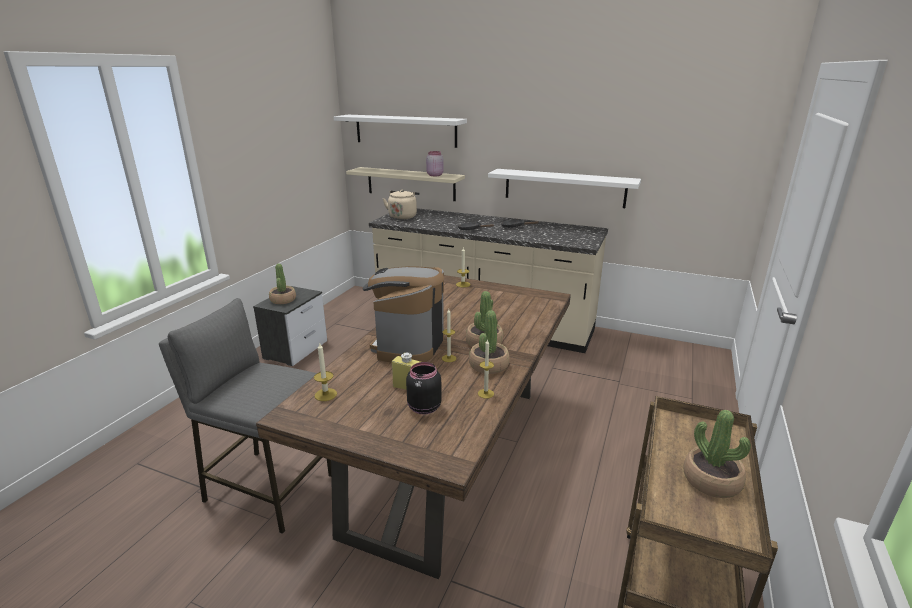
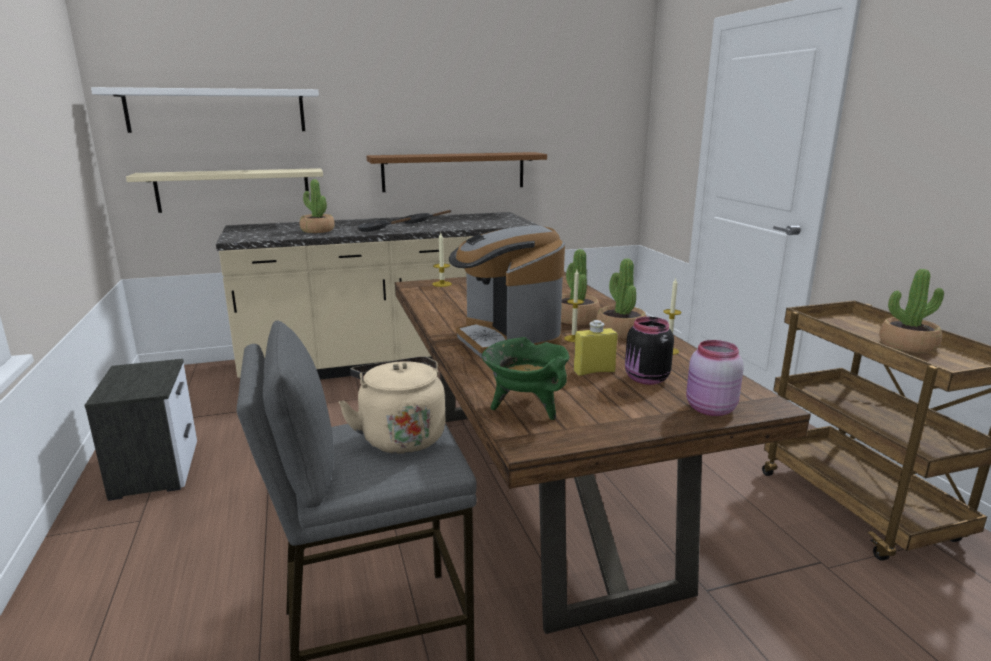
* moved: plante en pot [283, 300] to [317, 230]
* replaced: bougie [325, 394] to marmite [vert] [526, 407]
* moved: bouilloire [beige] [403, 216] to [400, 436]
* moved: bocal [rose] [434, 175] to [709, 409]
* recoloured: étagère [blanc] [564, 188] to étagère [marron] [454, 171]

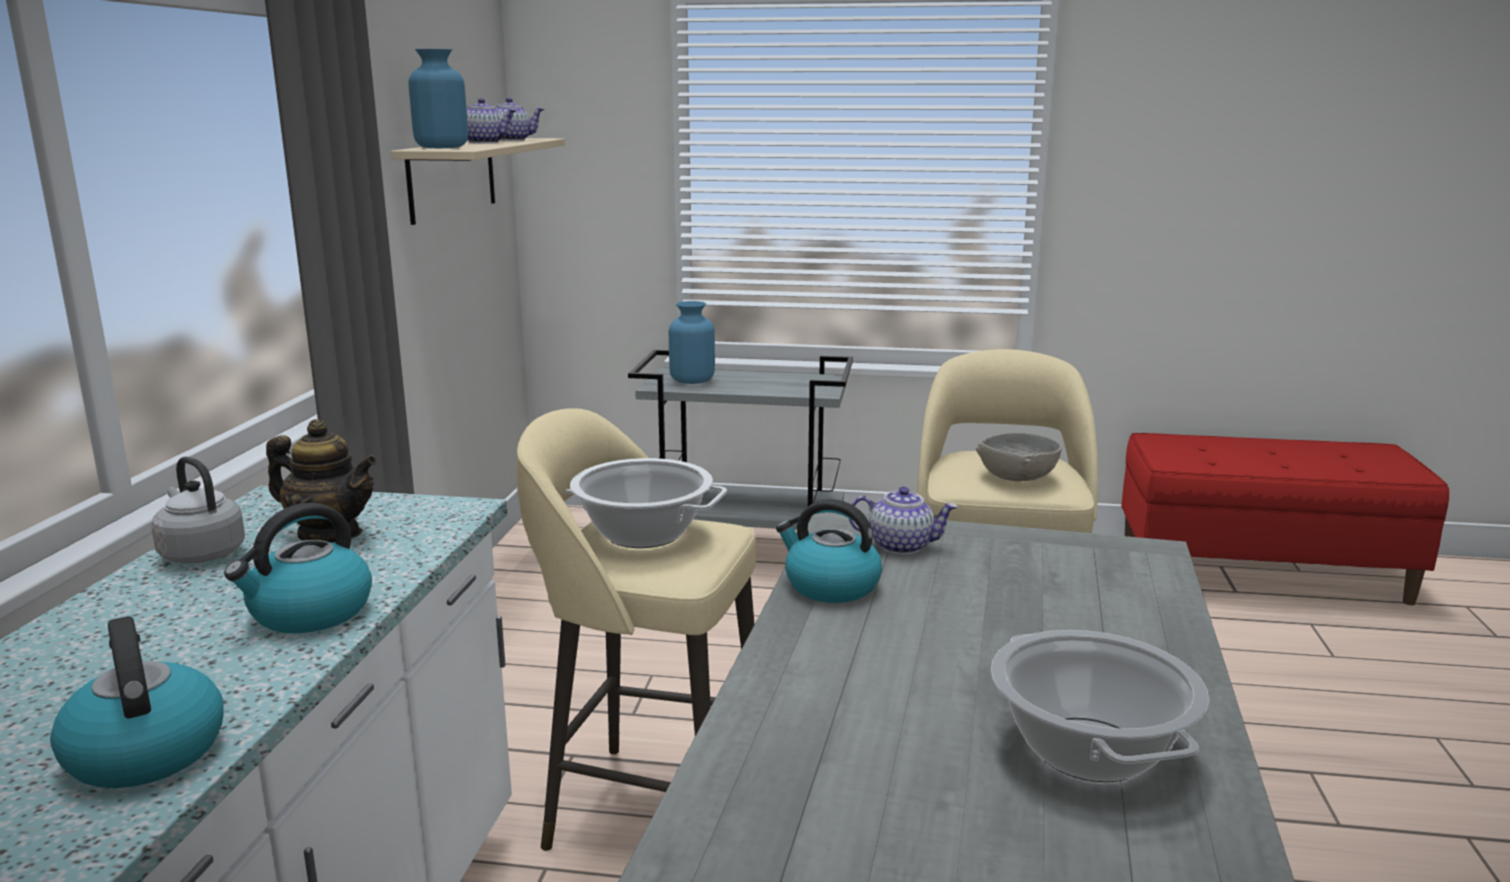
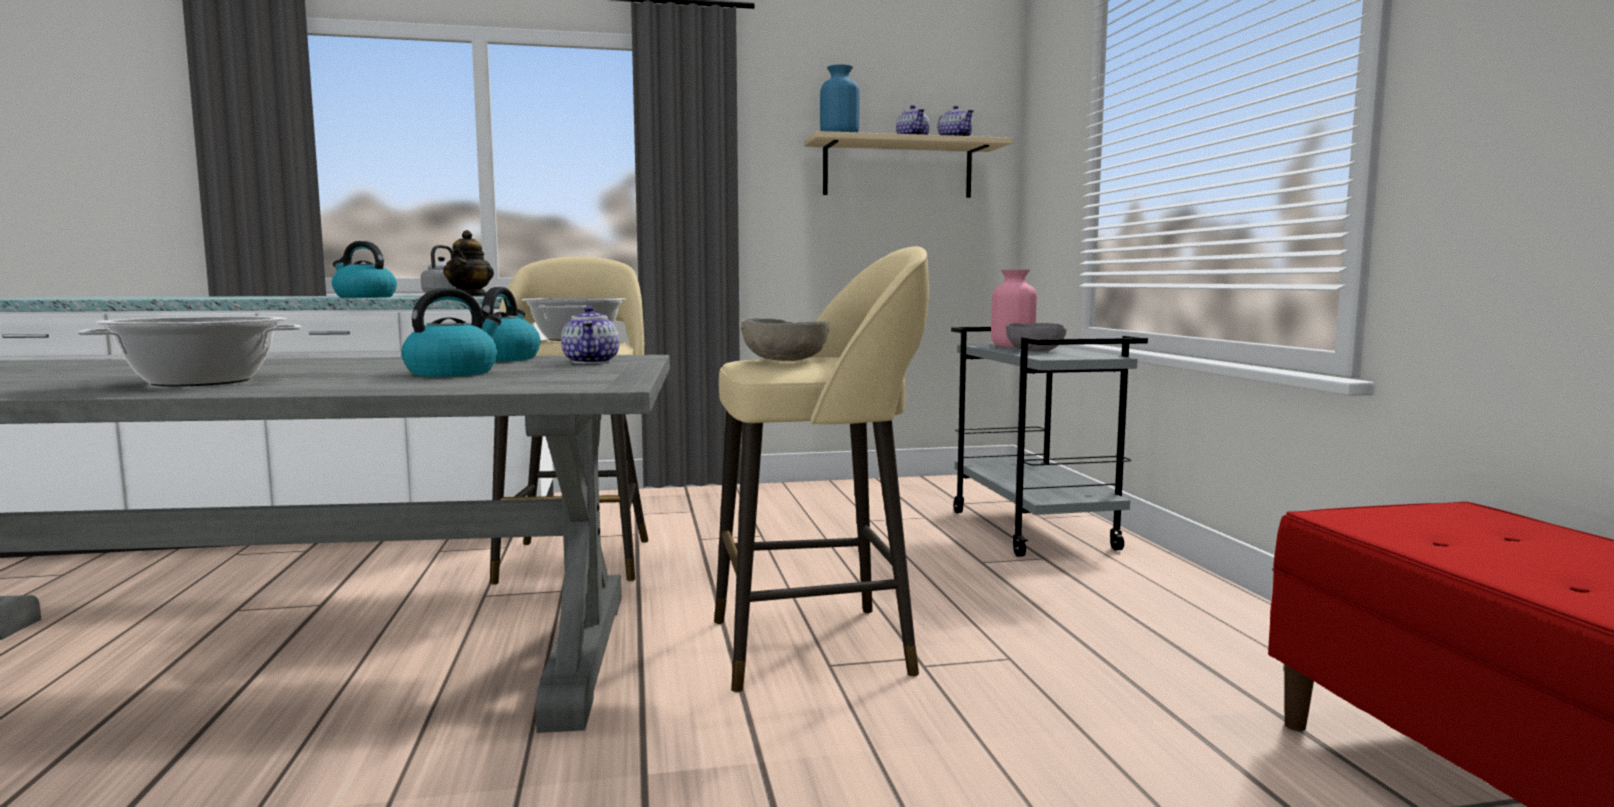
* moved: bouilloire [144, 751] to [453, 373]
* recoloured: vase [bleu] [692, 380] to vase [rose] [1012, 346]
* added: bol [gris] [1035, 351]

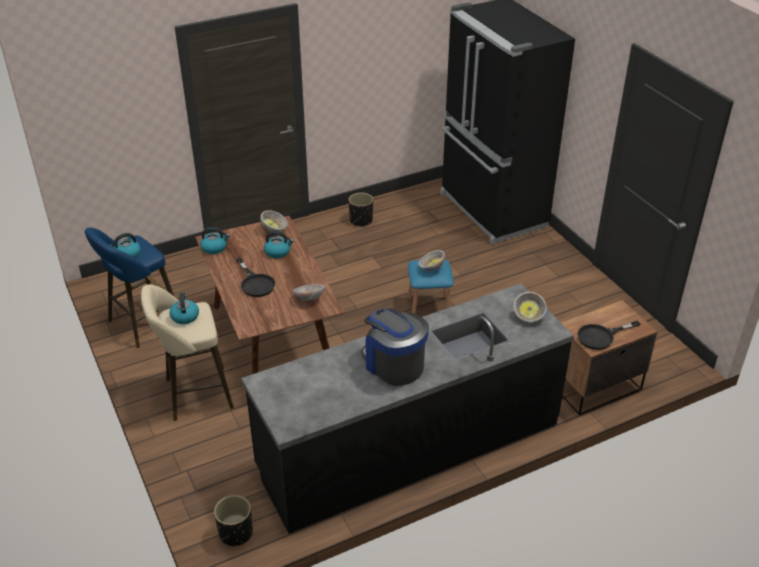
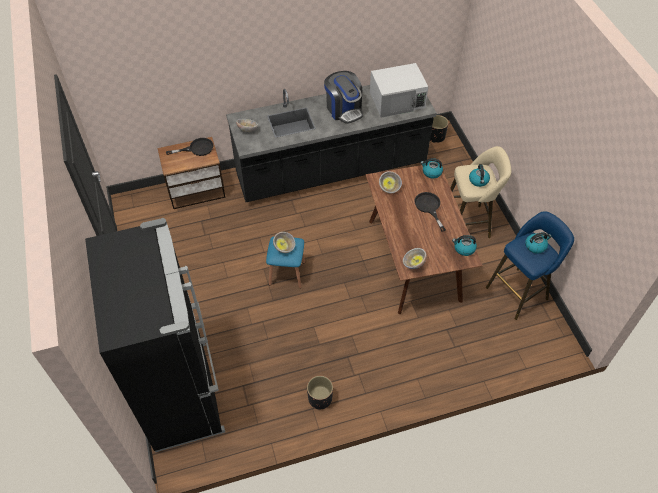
* moved: bouilloire [278, 252] to [431, 172]
* added: micro-ondes [blanc] [397, 100]

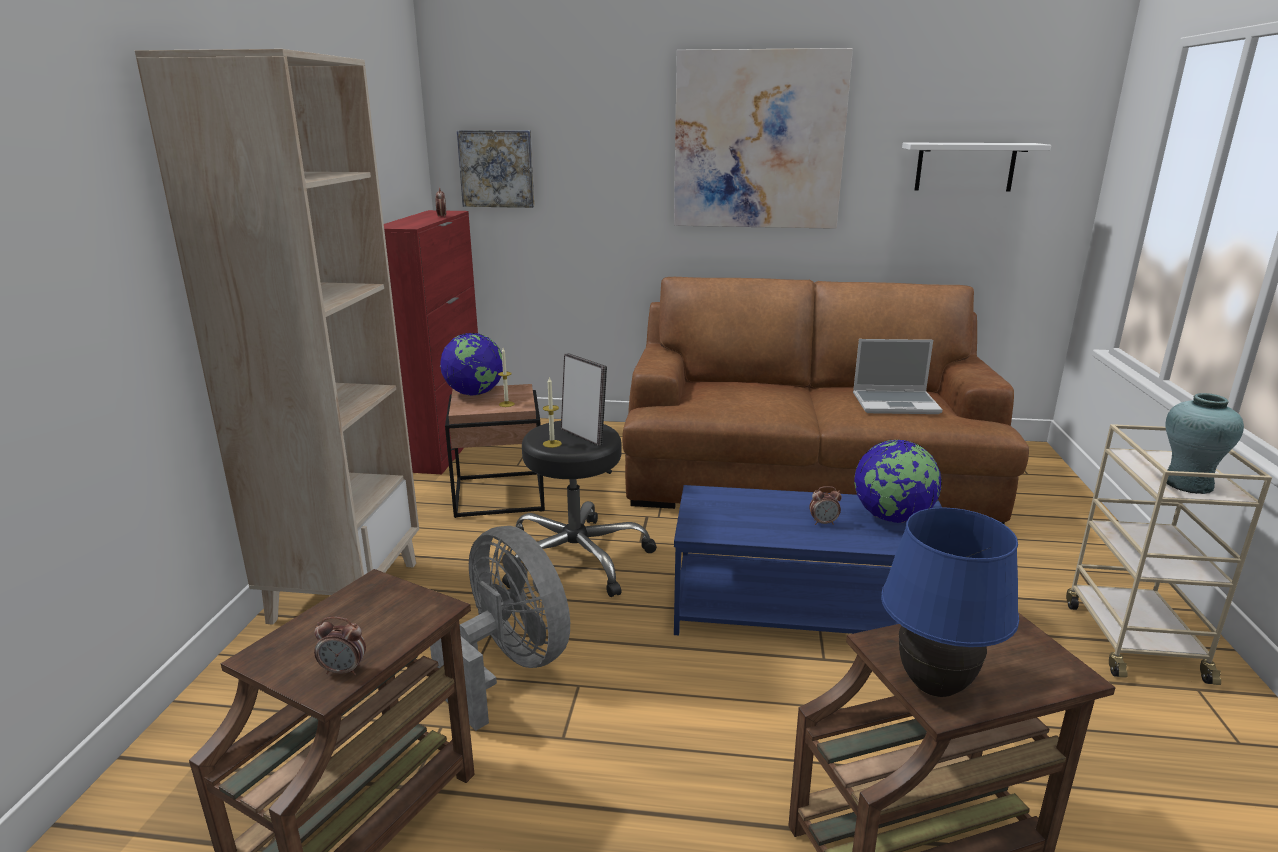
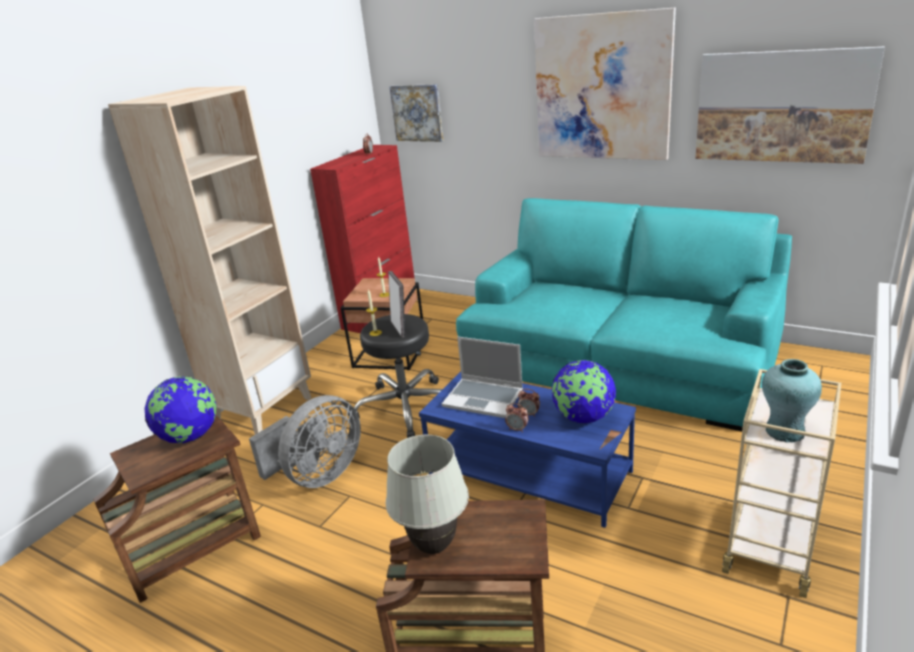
* moved: réveil [344, 670] to [517, 429]
* turned: ventilateur [gris] [508, 667] = [319, 476] 60 degrees clockwise
* moved: globe [475, 393] to [190, 436]
* recoloured: canapé [marron] [804, 471] to canapé [turquoise] [619, 360]
* moved: ordinateur portable [896, 403] to [484, 398]
* recoloured: lampe de table [bleu] [933, 686] to lampe de table [blanc] [434, 545]
* replaced: étagère [blanc] [965, 167] to tableau [782, 106]

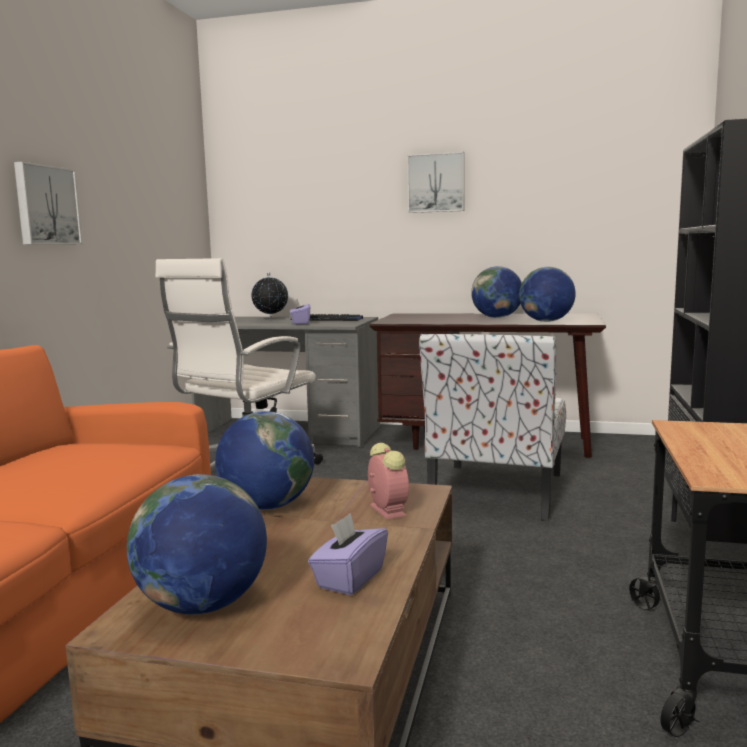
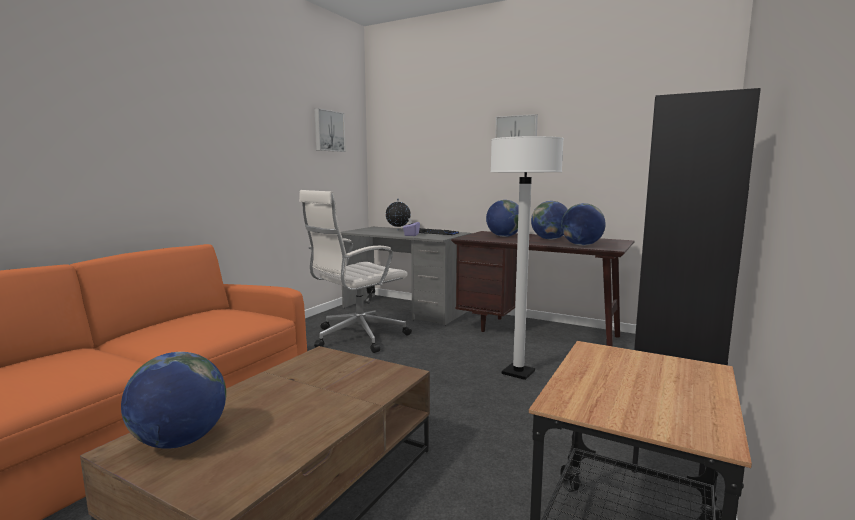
* moved: tableau [46, 205] to [328, 131]
* moved: globe [267, 506] to [504, 236]
* removed: boîte à mouchoirs [violet] [349, 578]
* removed: réveil [386, 510]
* replaced: chaise [496, 492] to lampadaire [blanc] [518, 373]

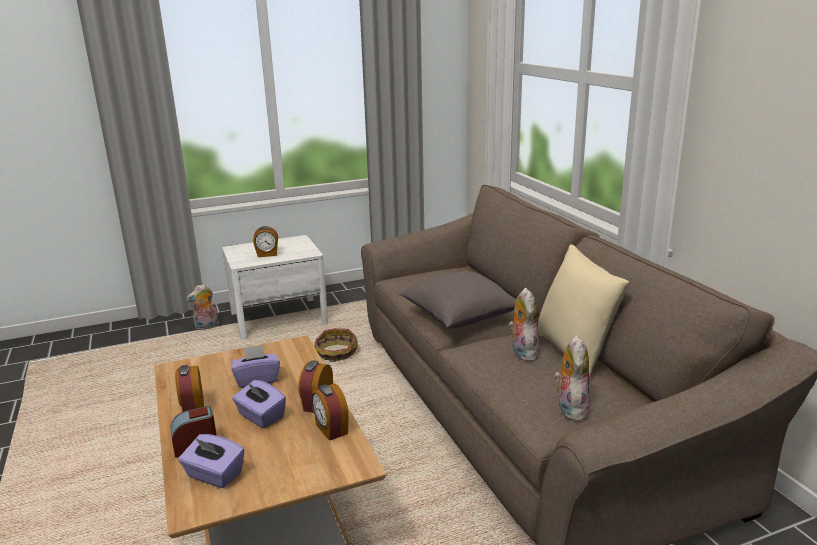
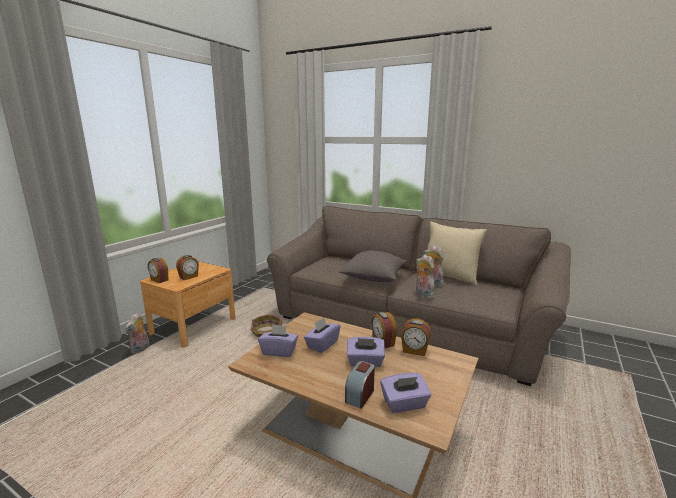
* moved: réveil [193, 408] to [159, 280]
* recoloured: table de chevet [blanc] [278, 318] to table de chevet [marron] [193, 326]
* moved: peluche [570, 408] to [423, 294]
* added: boîte à mouchoirs [violet] [279, 351]

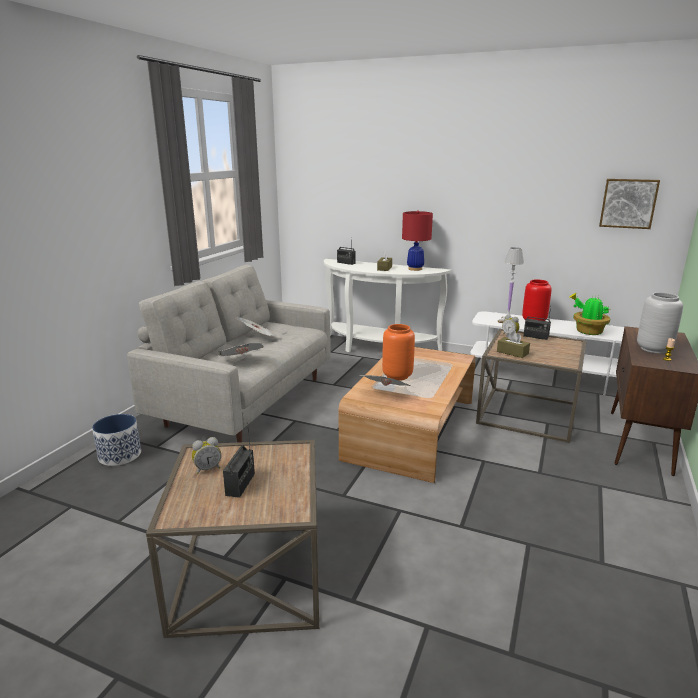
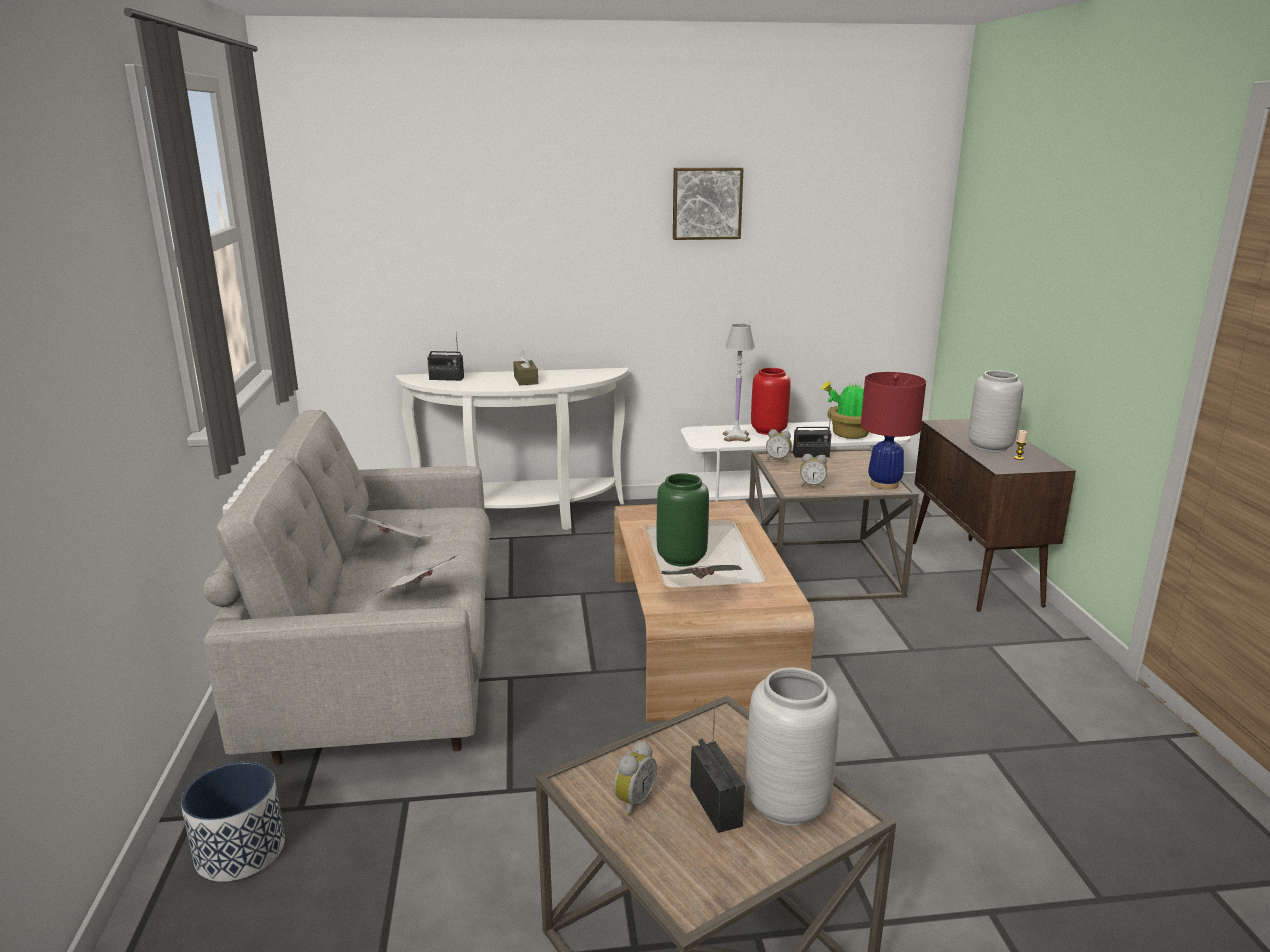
* recoloured: vase [orange] [398, 376] to vase [vert] [682, 558]
* moved: lampe de table [rouge] [415, 269] to [884, 484]
* replaced: boîte à mouchoirs [marron] [512, 352] to réveil [812, 485]
* moved: tableau [628, 203] to [706, 203]
* added: vase [gris] [785, 805]

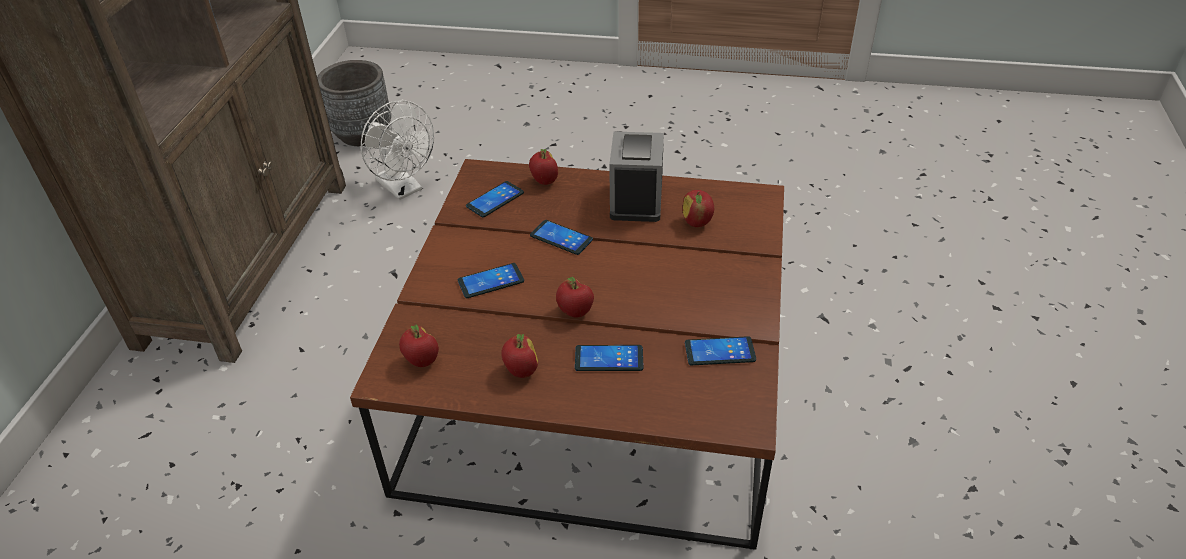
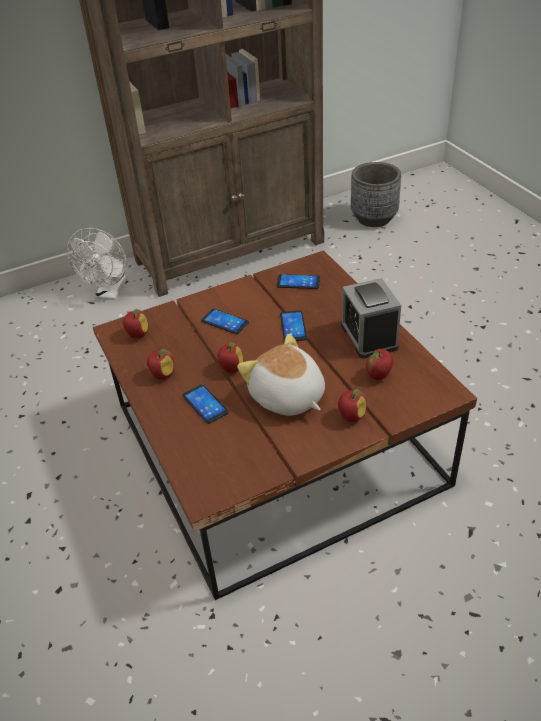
* moved: ventilateur [blanc] [404, 188] to [110, 293]
* moved: pomme [544, 181] to [351, 416]
* turned: réveil [636, 199] = [369, 336] 75 degrees counterclockwise
* removed: téléphone [720, 351]
* added: peluche [287, 397]

